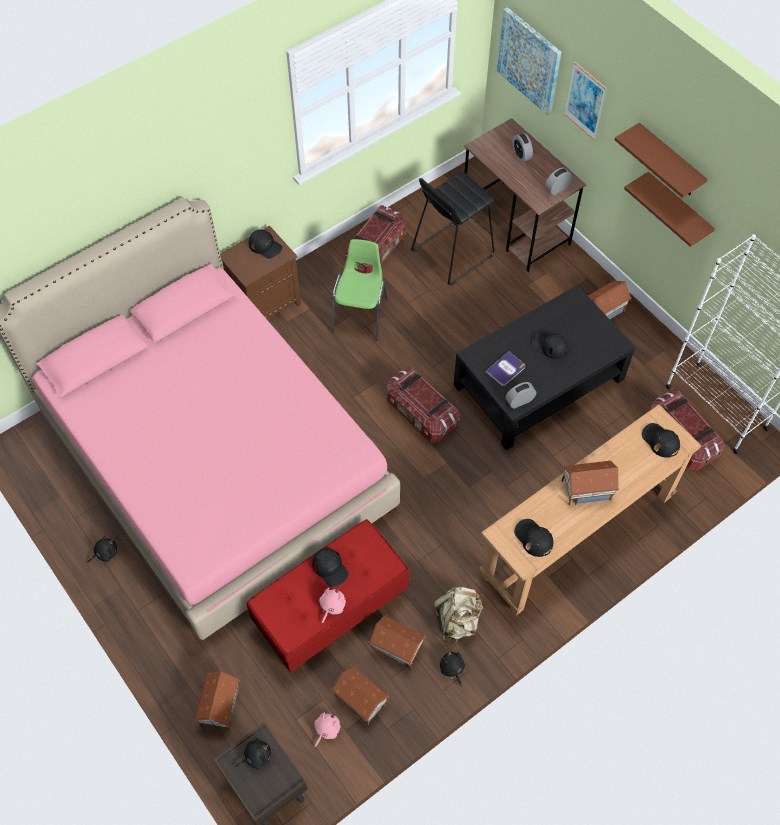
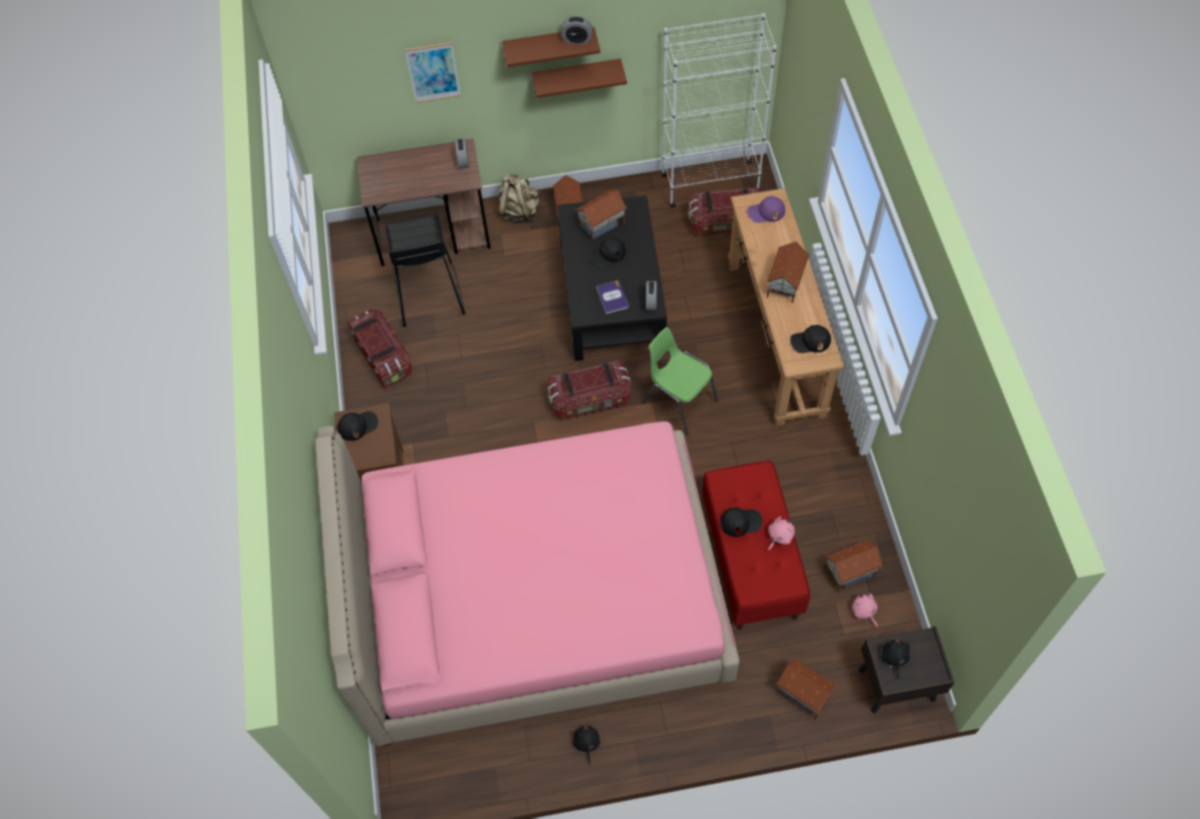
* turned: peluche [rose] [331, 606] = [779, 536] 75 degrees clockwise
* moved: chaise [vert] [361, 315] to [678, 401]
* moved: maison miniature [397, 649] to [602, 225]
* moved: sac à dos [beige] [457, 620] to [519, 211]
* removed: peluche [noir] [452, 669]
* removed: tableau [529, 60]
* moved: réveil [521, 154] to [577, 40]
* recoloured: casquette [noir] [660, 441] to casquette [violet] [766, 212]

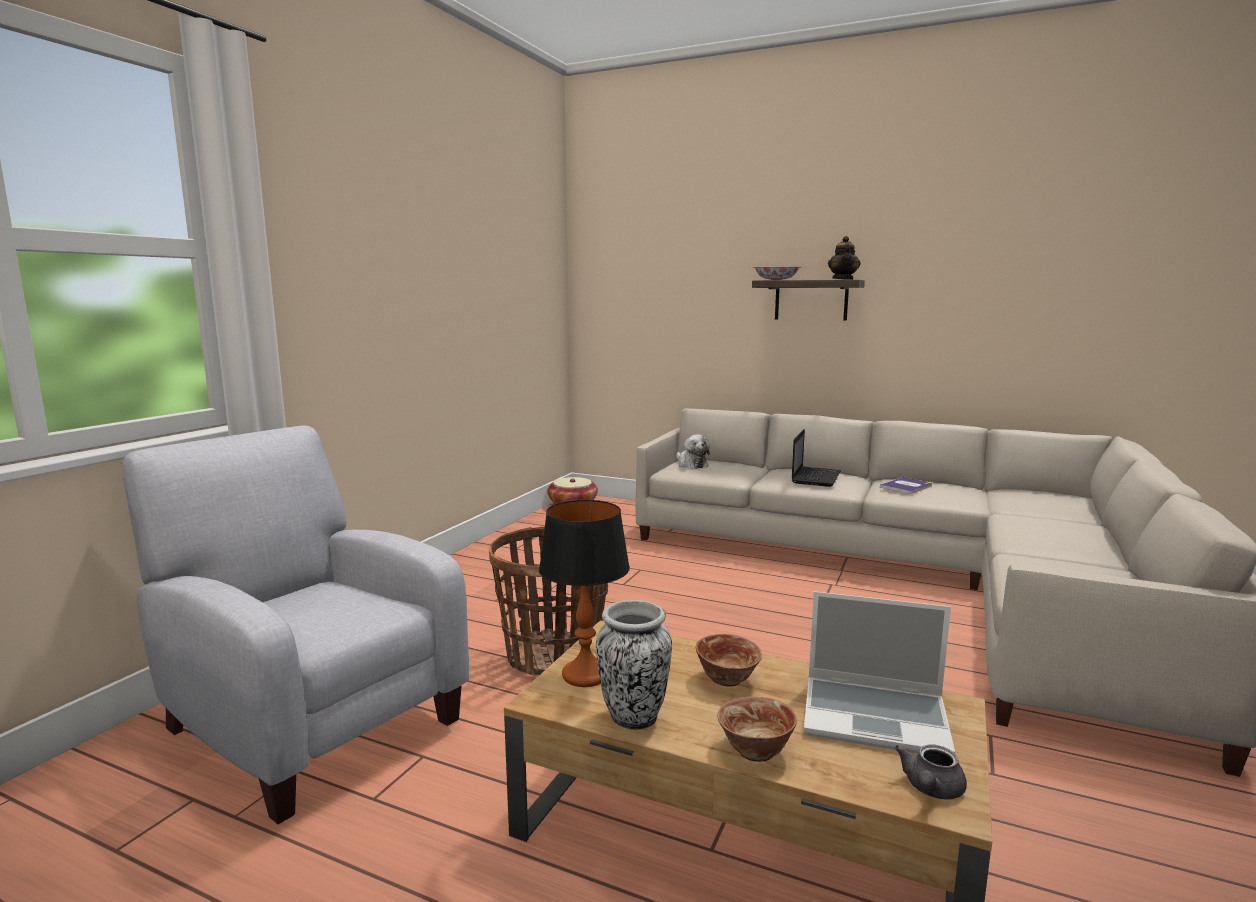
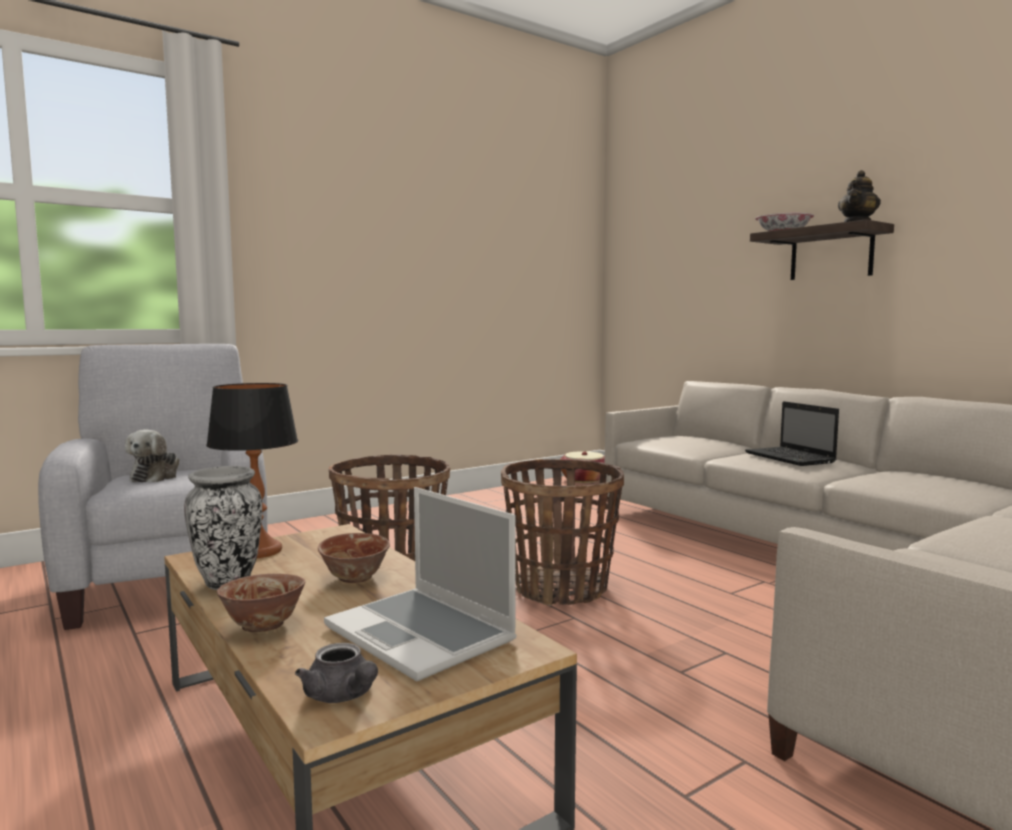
* moved: peluche [691, 464] to [155, 477]
* turned: ordinateur portable [815, 477] = [791, 458] 105 degrees clockwise
* removed: livre [906, 486]
* turned: théière [gris] [931, 789] = [342, 696] 105 degrees counterclockwise
* added: panier [561, 589]

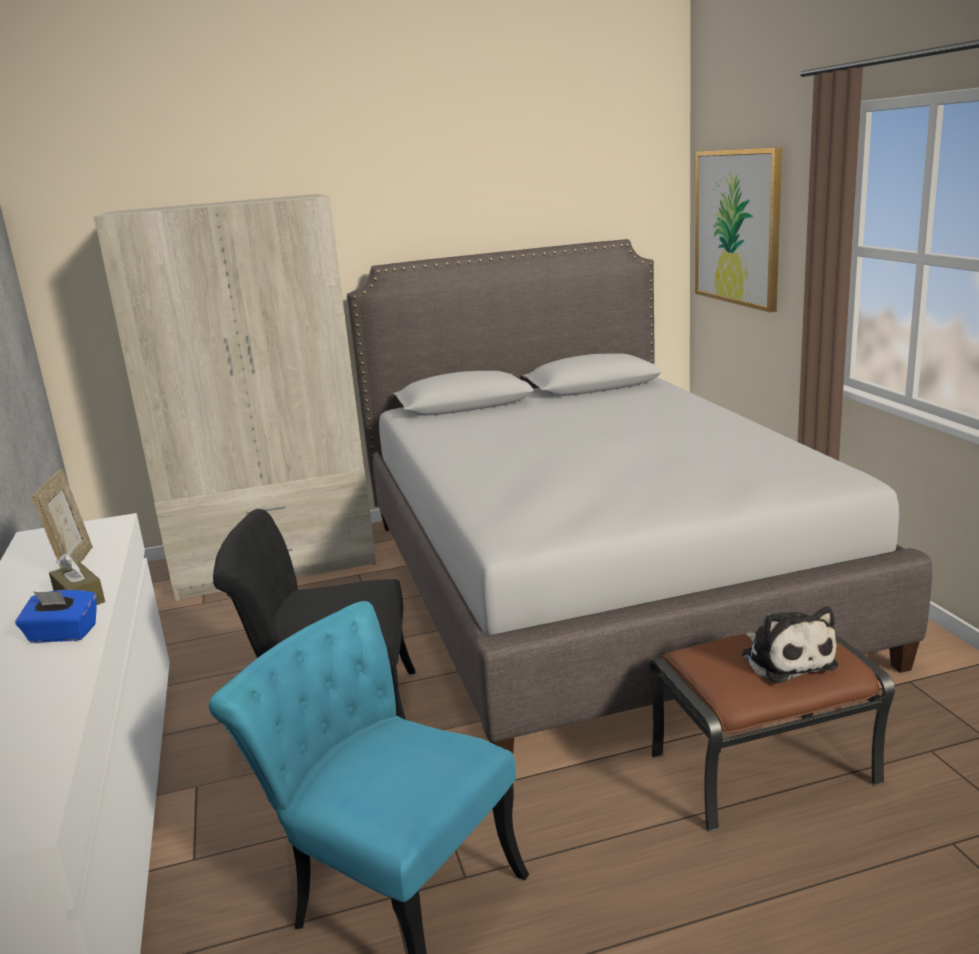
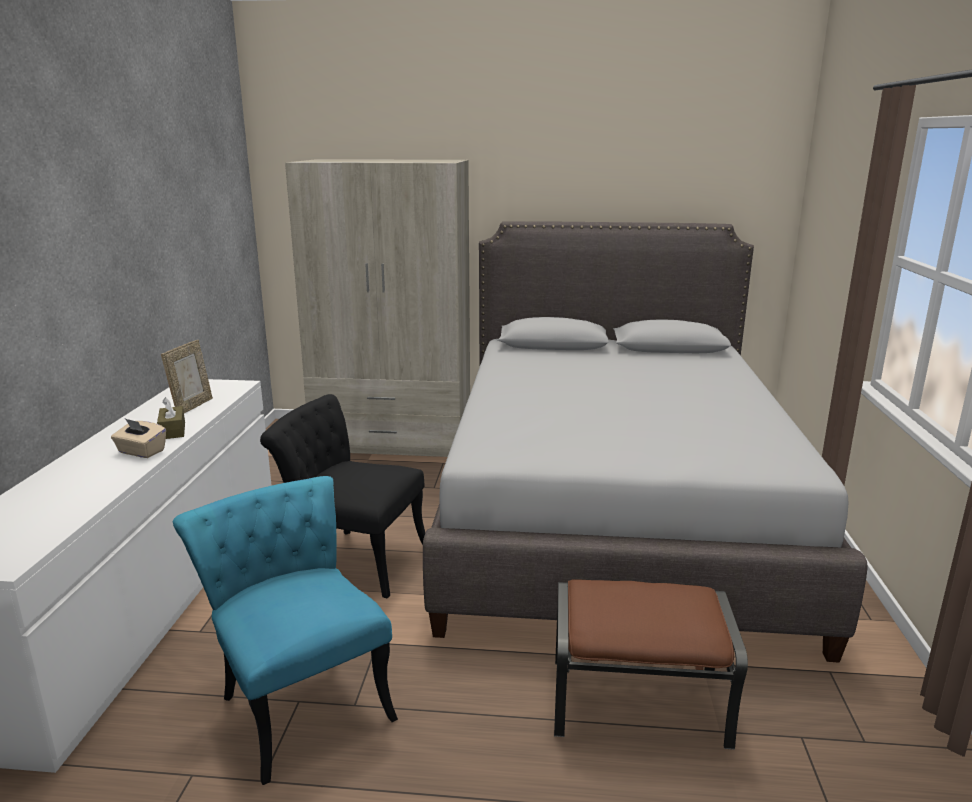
* recoloured: boîte à mouchoirs [bleu] [62, 635] to boîte à mouchoirs [beige] [141, 452]
* removed: tableau [737, 227]
* removed: peluche [786, 659]

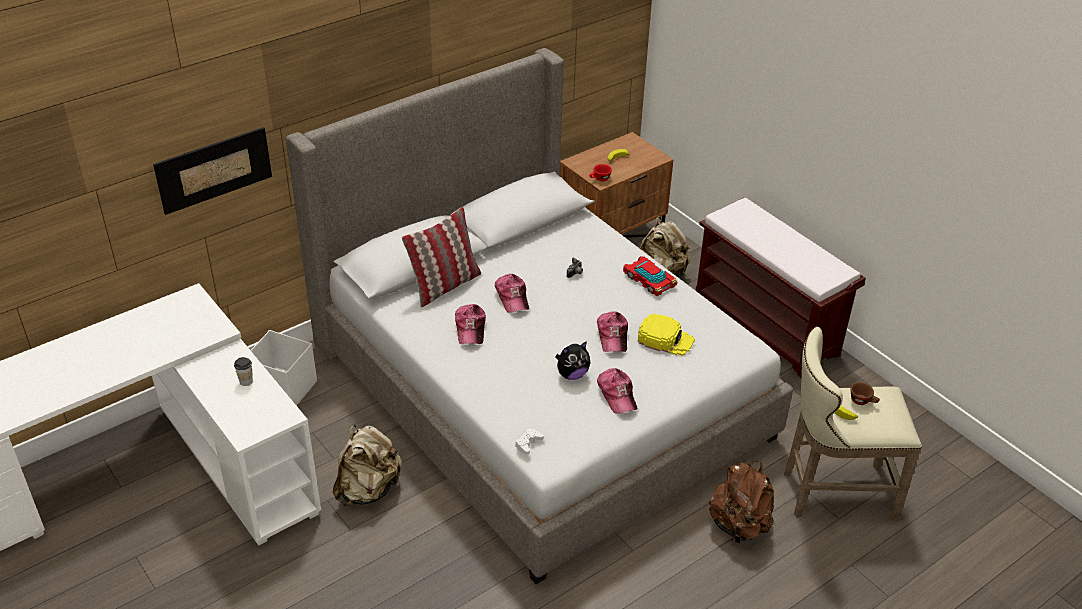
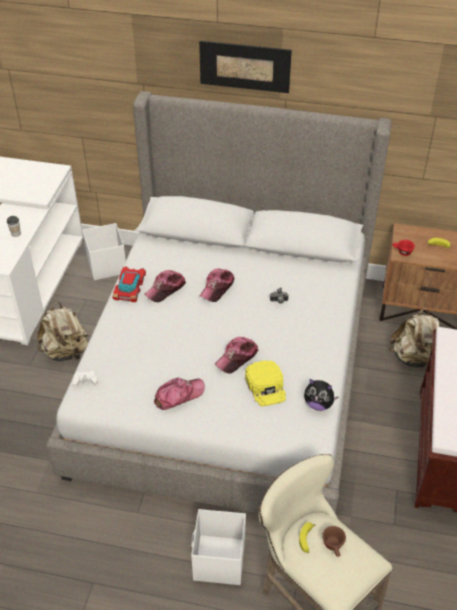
* moved: tableau [214, 170] to [245, 66]
* removed: coussin [444, 286]
* moved: peluche [572, 374] to [318, 404]
* turned: casquette [617, 395] = [179, 395] 150 degrees counterclockwise
* moved: petite voiture [649, 280] to [130, 287]
* replaced: sac à dos [marron] [739, 525] to boîte de rangement [blanc] [219, 561]

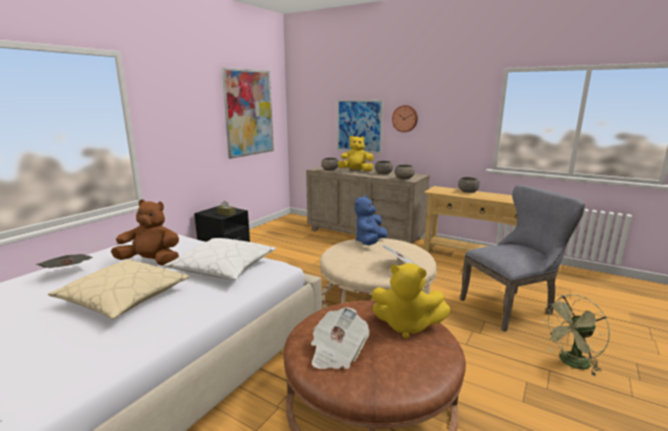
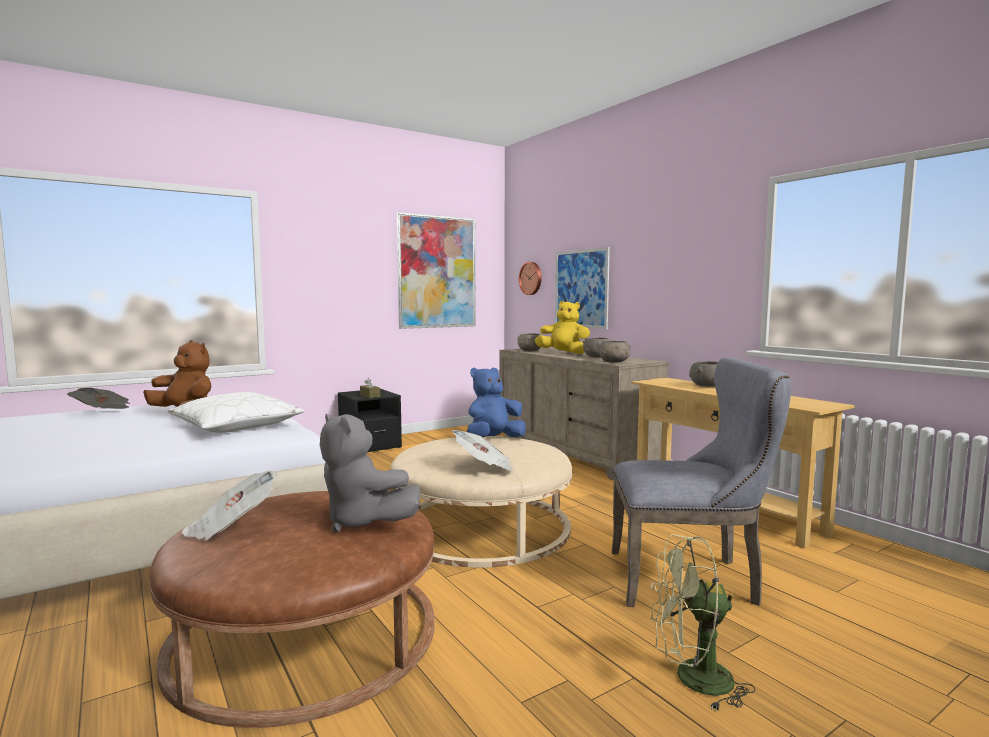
* removed: coussin [beige] [124, 297]
* recoloured: peluche [jaune] [406, 326] to peluche [gris] [363, 522]
* moved: horloge murale [405, 118] to [531, 278]

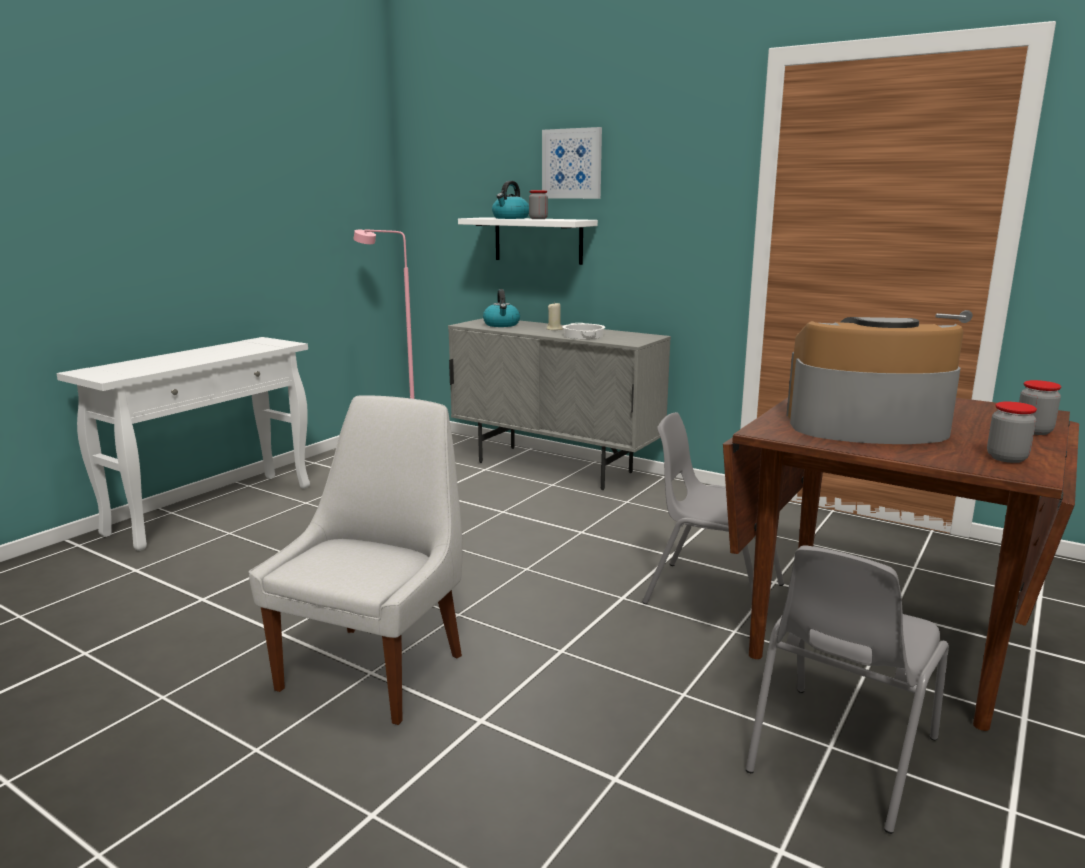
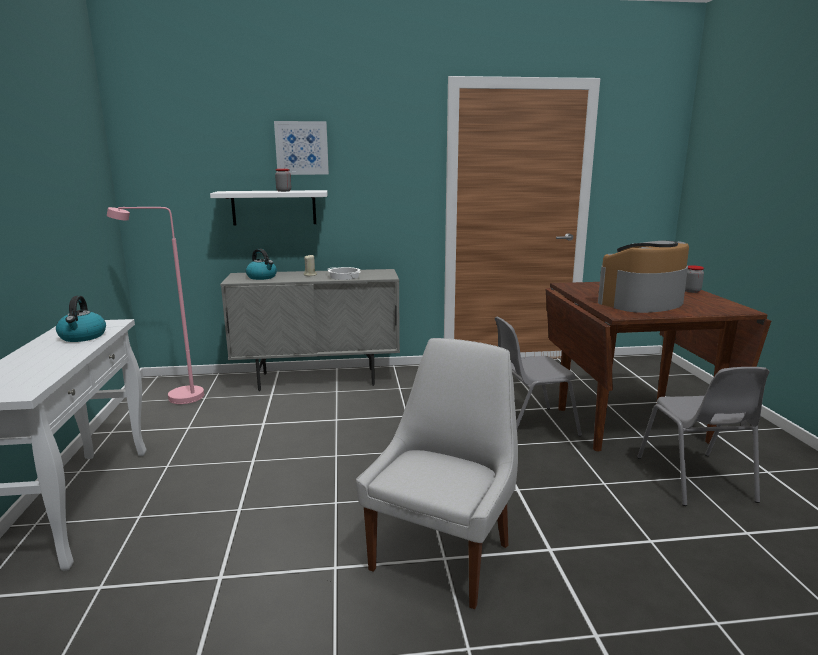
* turned: chaise [blanc] [376, 668] = [443, 554] 45 degrees clockwise
* moved: bouilloire [510, 218] to [83, 337]
* removed: bocal [1006, 458]

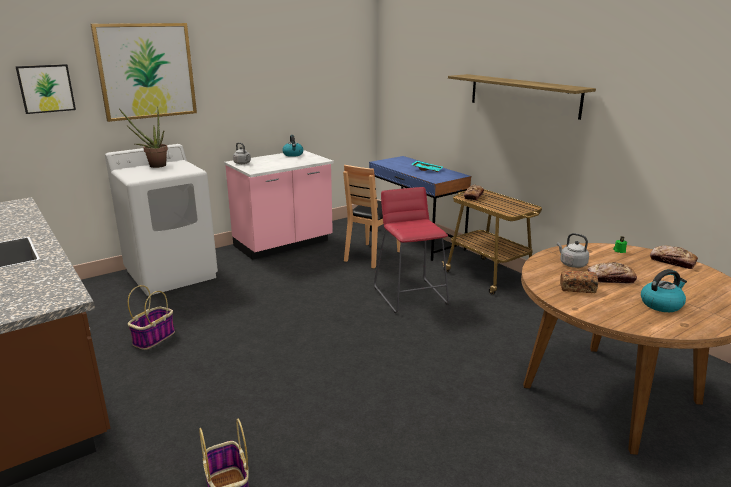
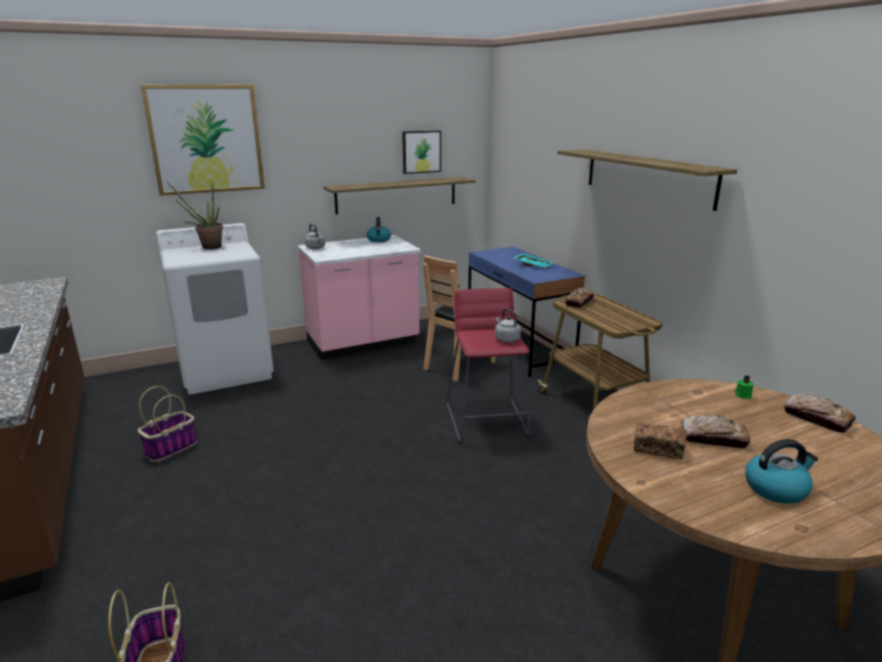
* moved: tableau [46, 88] to [421, 151]
* moved: bouilloire [gris] [571, 264] to [506, 339]
* added: étagère [396, 195]

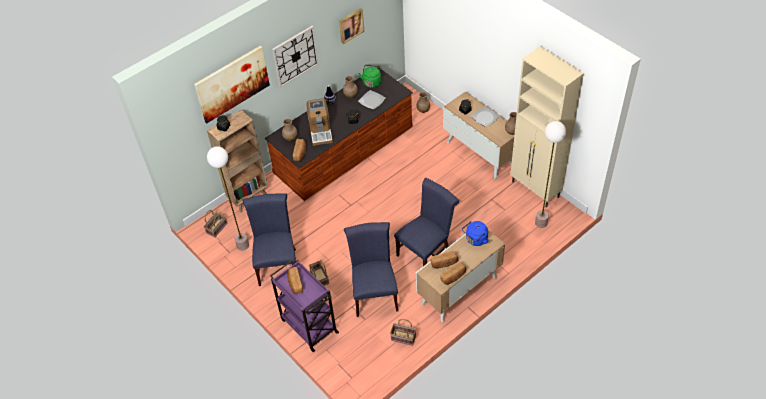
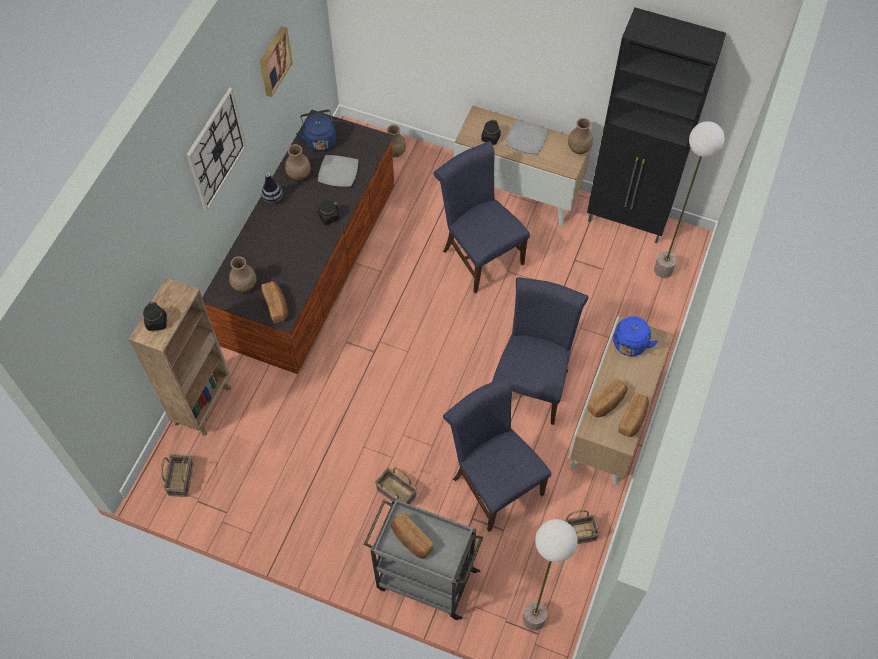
* removed: tableau [232, 83]
* moved: lampadaire [243, 245] to [533, 618]
* moved: chaise [bleu] [277, 264] to [479, 254]
* recoloured: chariot [violet] [308, 325] to chariot [gris] [424, 579]
* removed: machine à café [320, 131]
* recoloured: bouilloire [vert] [372, 82] to bouilloire [bleu] [319, 140]
* recoloured: meuble de rangement [beige] [535, 190] to meuble de rangement [noir] [627, 221]

